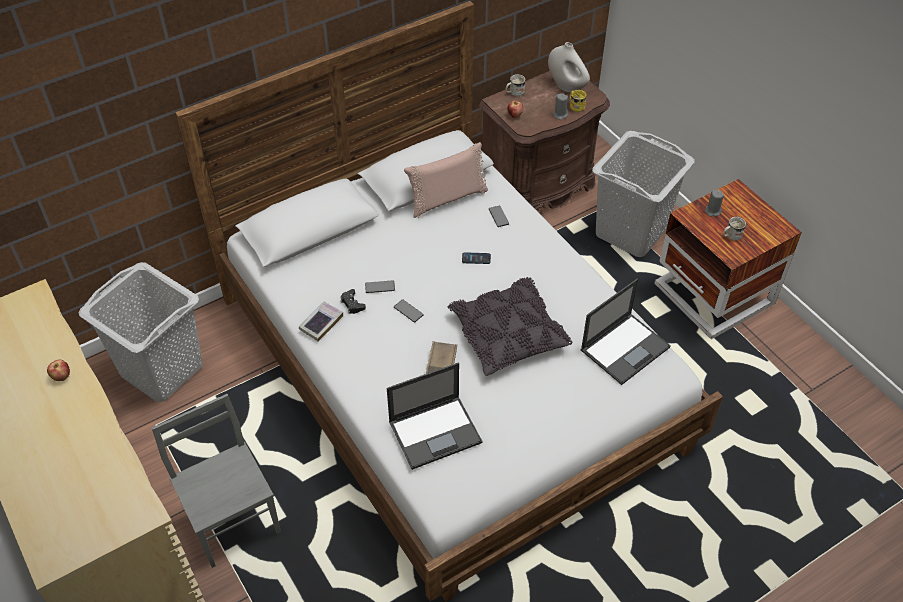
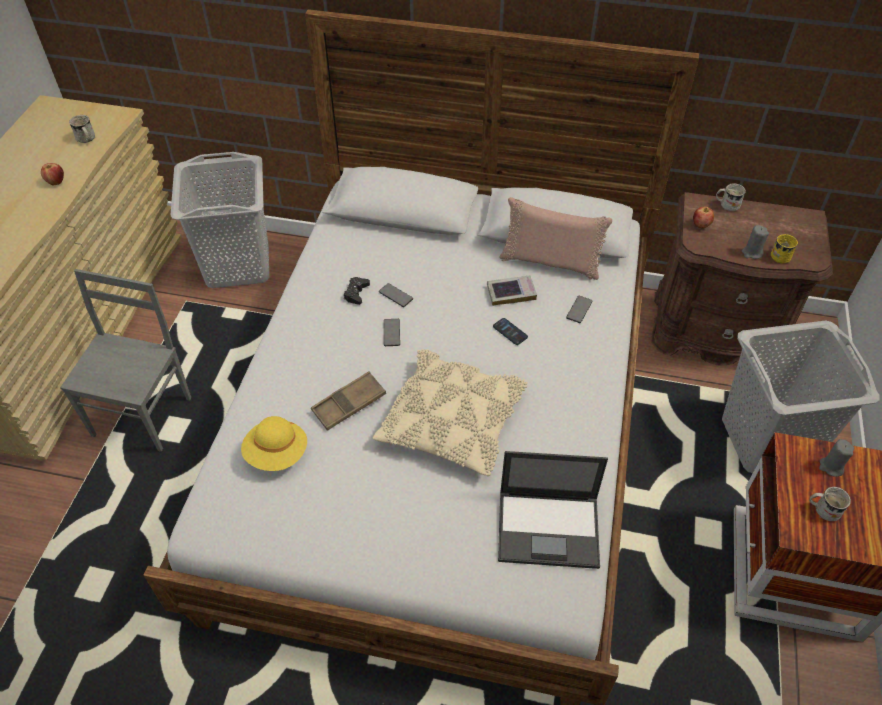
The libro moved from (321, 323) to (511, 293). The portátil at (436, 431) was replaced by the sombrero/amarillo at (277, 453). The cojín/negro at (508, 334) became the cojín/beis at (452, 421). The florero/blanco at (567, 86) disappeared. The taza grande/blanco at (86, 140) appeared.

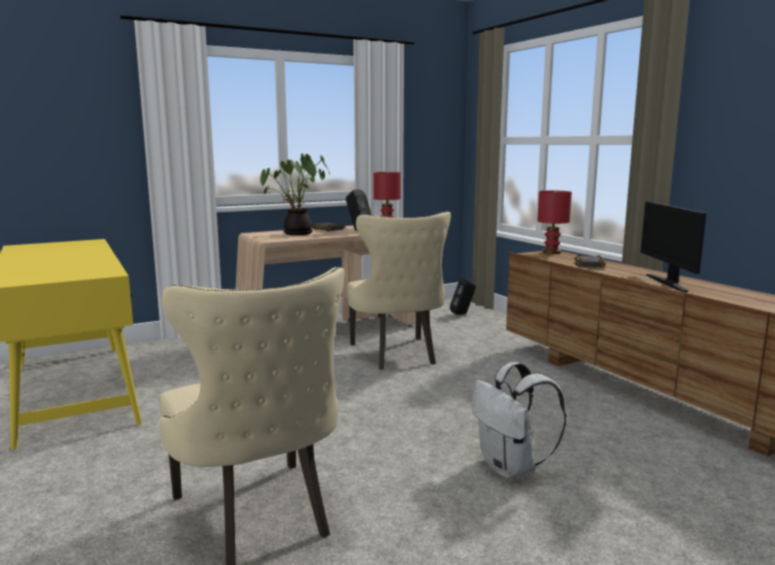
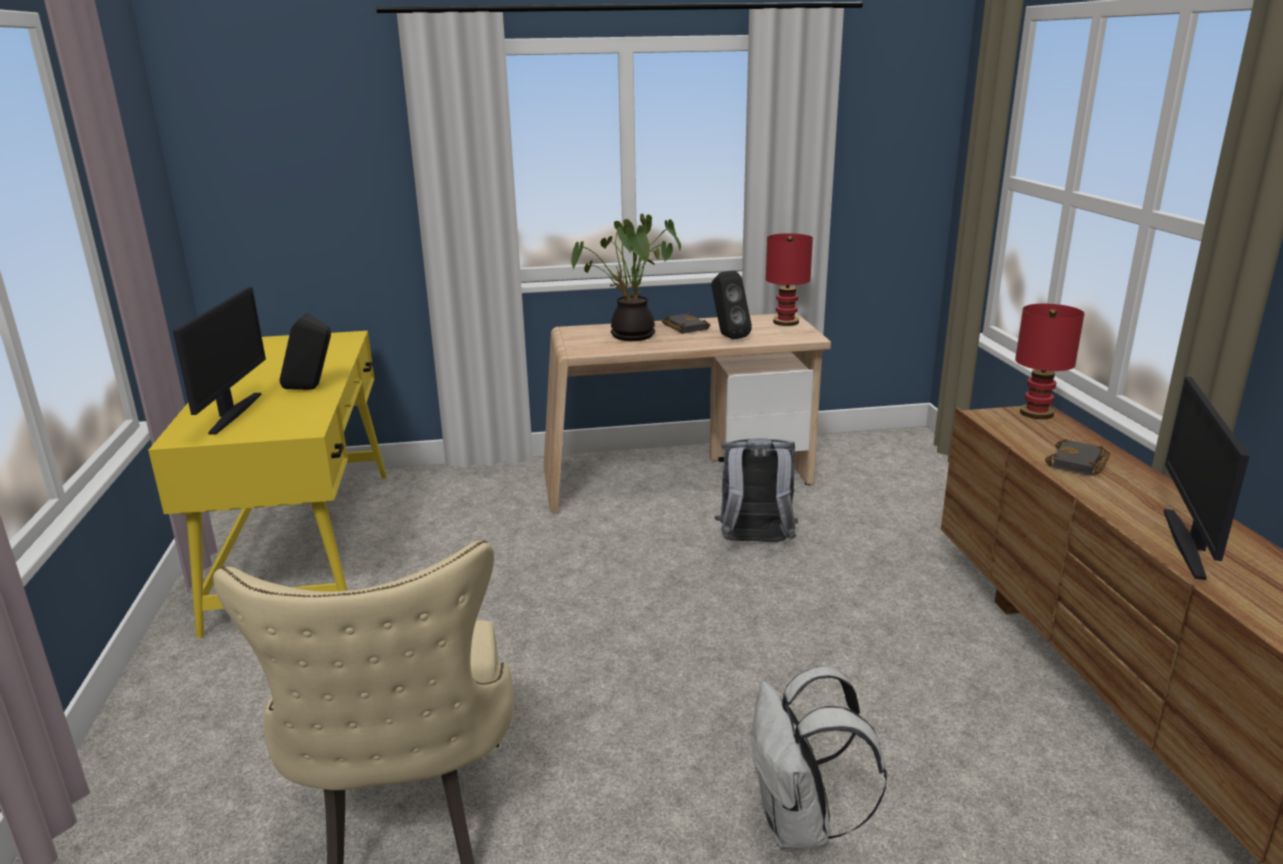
The silla/beis at (397, 354) was replaced by the mochila/gris at (755, 544). The altavoz/negro moved from (463, 314) to (311, 389). The monitor at (232, 413) appeared.

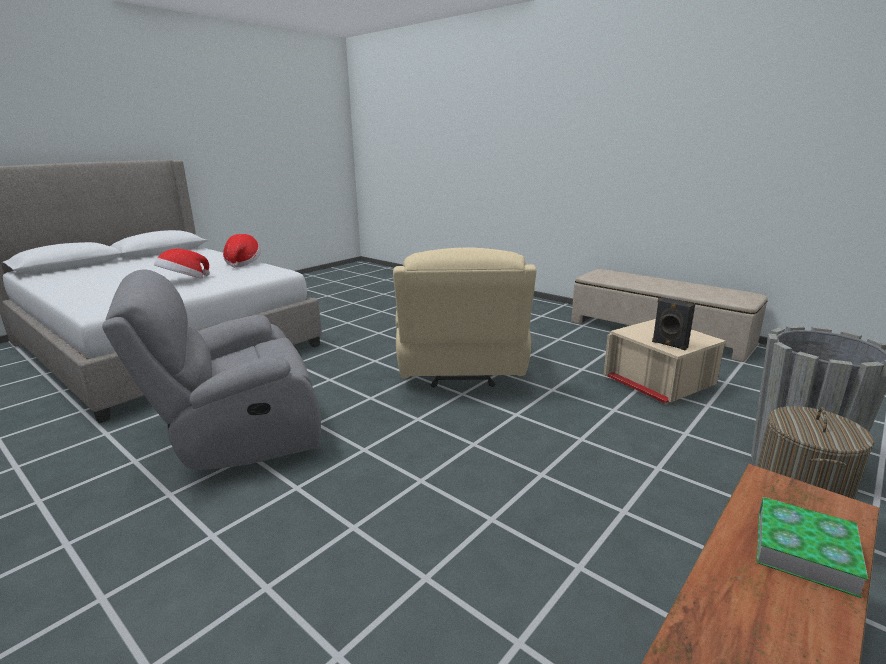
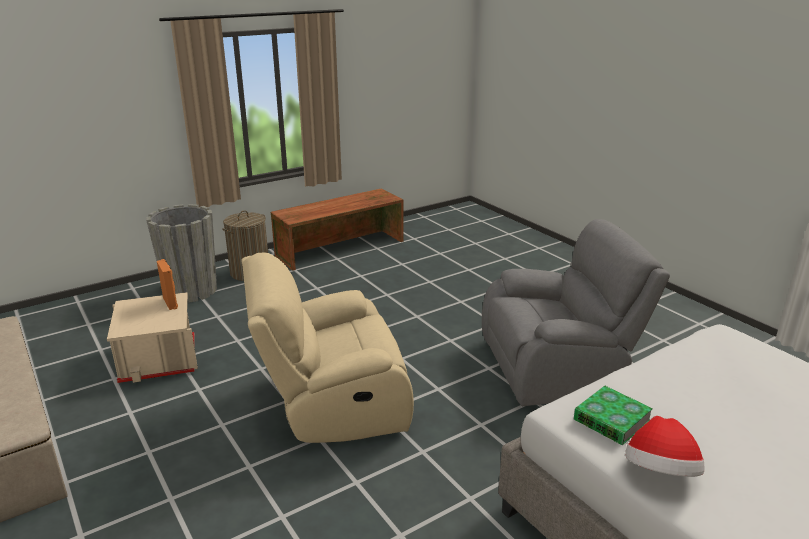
The sombrero at (184, 281) disappeared. The sillón/beis at (461, 374) turned 120 degrees counterclockwise. The altavoz/negro at (669, 345) became the altavoz/naranja at (171, 303). The libro moved from (804, 550) to (611, 420).

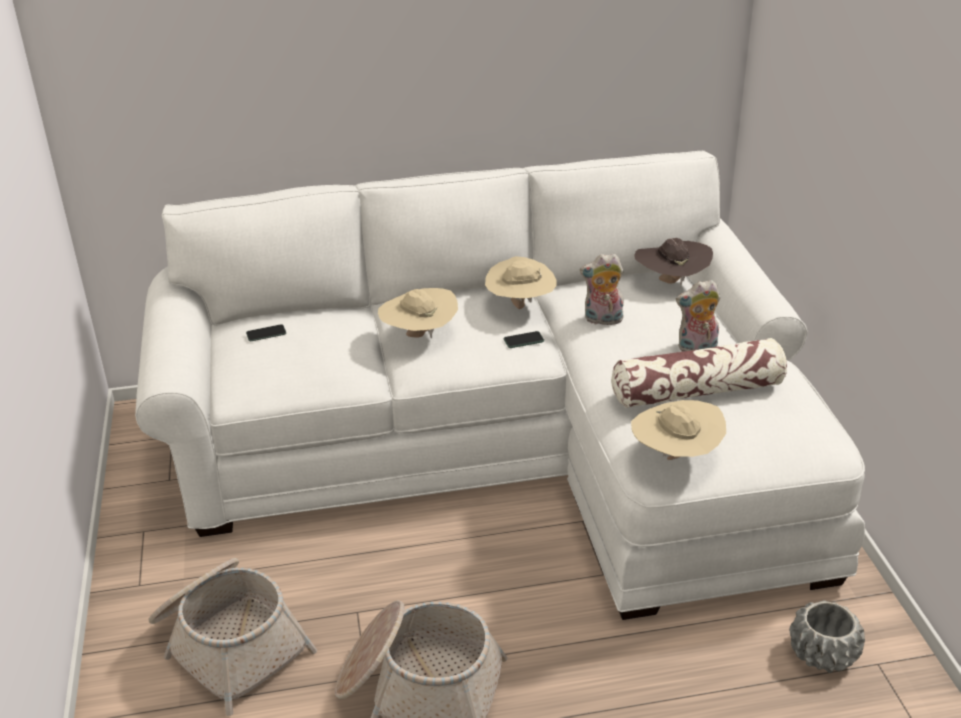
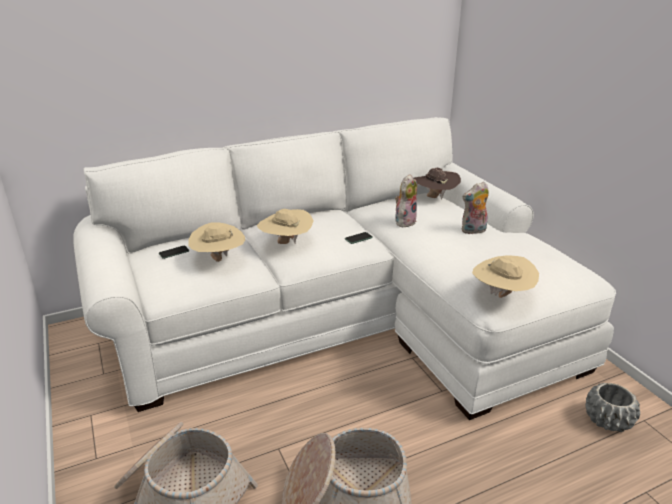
The sombrero/beis moved from (520, 306) to (219, 259). The peluche at (602, 320) turned 135 degrees clockwise. The cojín at (697, 391) disappeared.

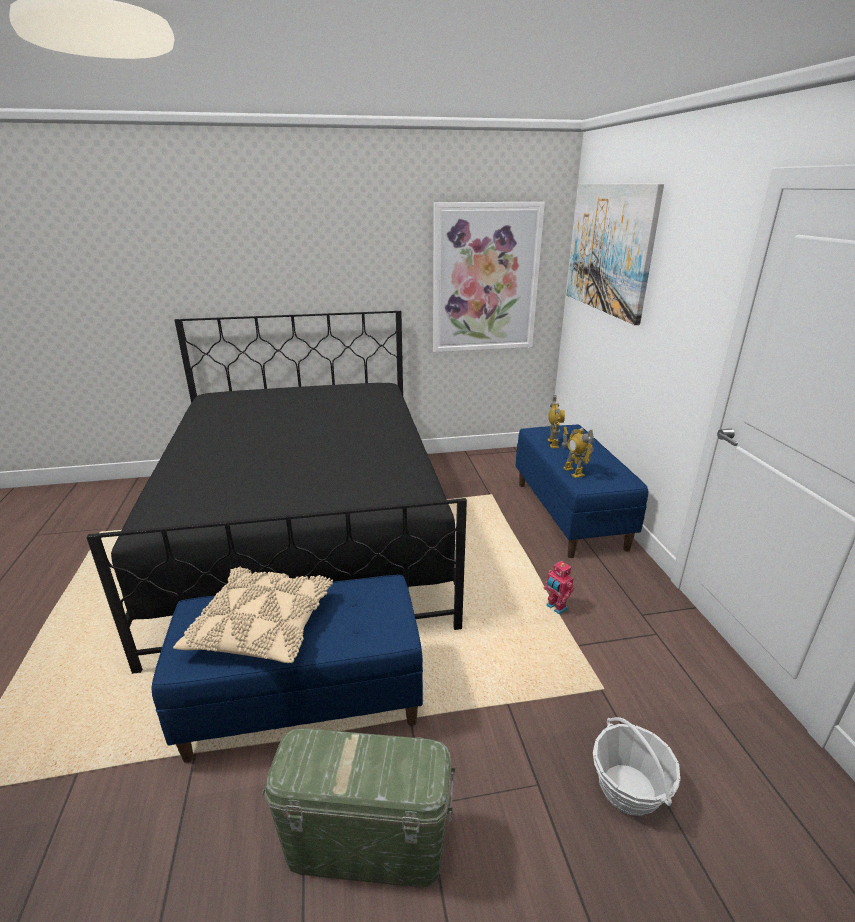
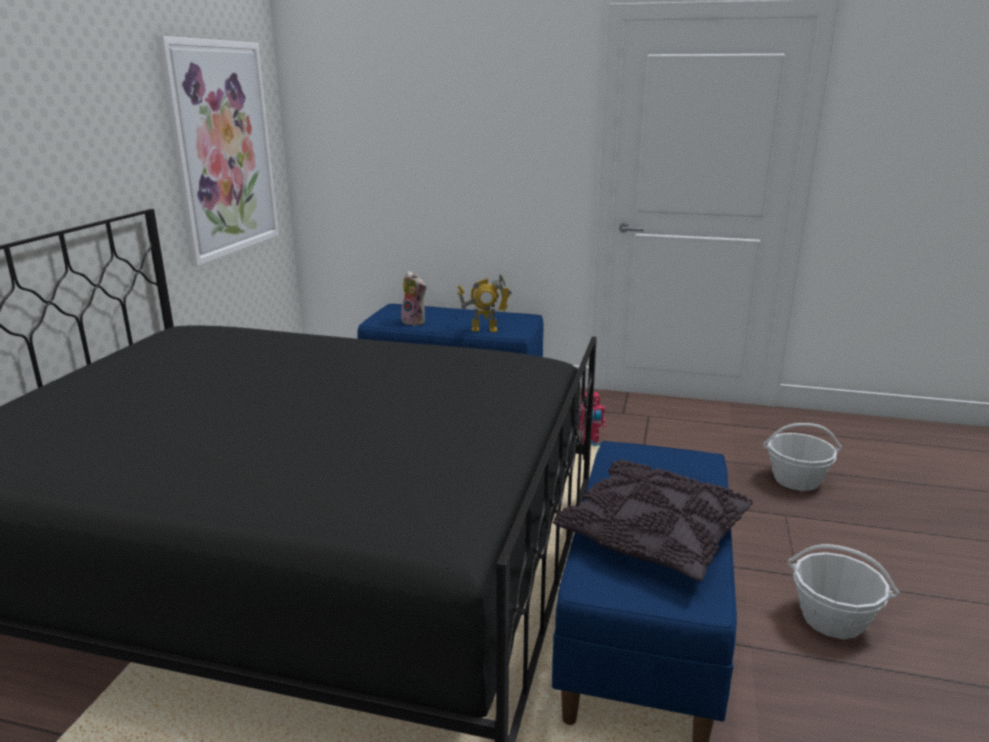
The cojín/beis at (262, 626) became the cojín/negro at (652, 534). The caja de almacenaje/verde at (365, 843) was replaced by the cesta at (832, 619). The robot de juguete at (553, 443) was replaced by the peluche at (415, 322). The cuadro at (609, 249) disappeared.

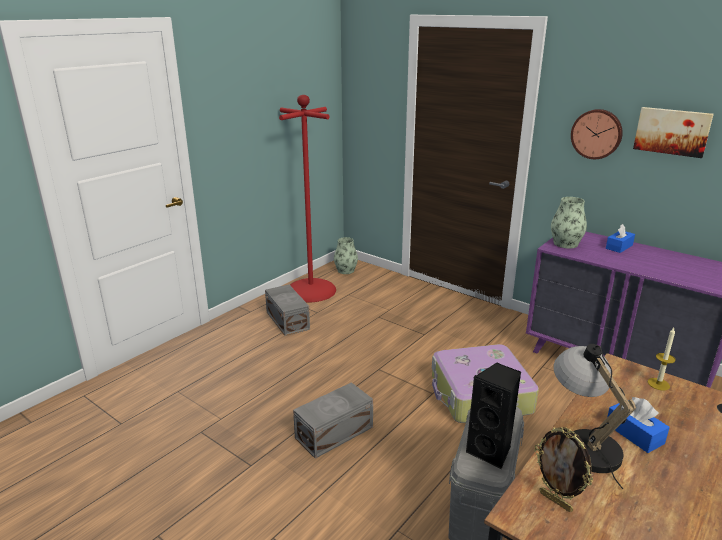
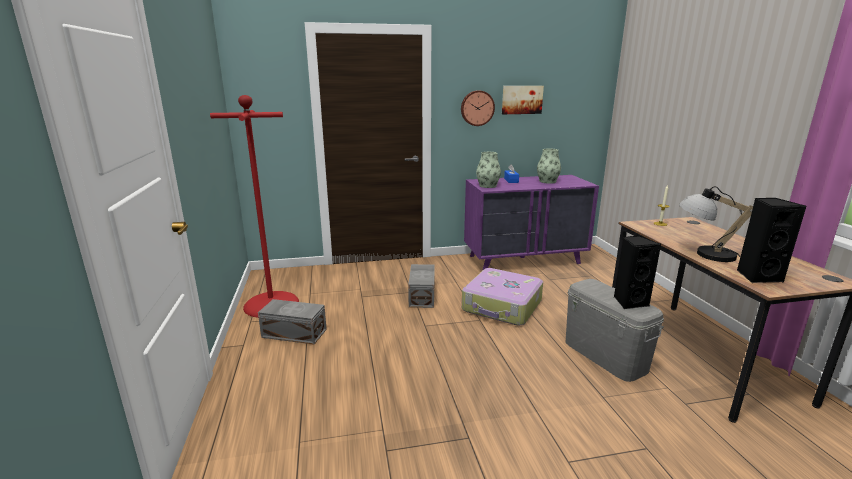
The caja de almacenaje/gris moved from (336, 433) to (422, 295). The florero moved from (346, 270) to (547, 181). The portarretratos at (556, 501) was replaced by the altavoz/negro at (757, 276). The caja de pañuelos/azul at (634, 433) disappeared.

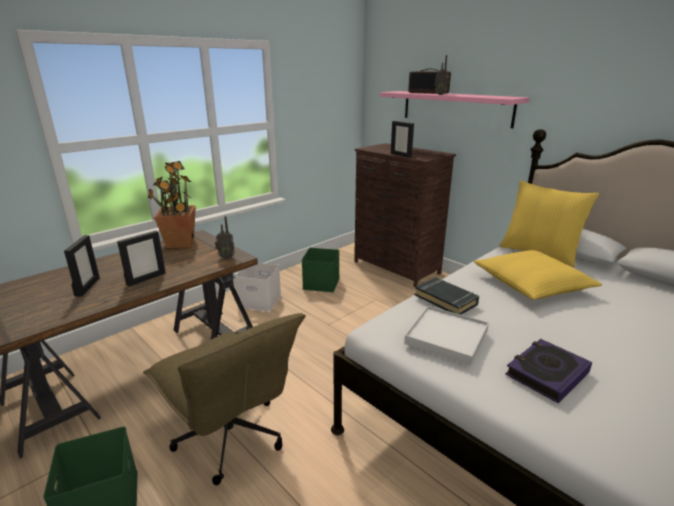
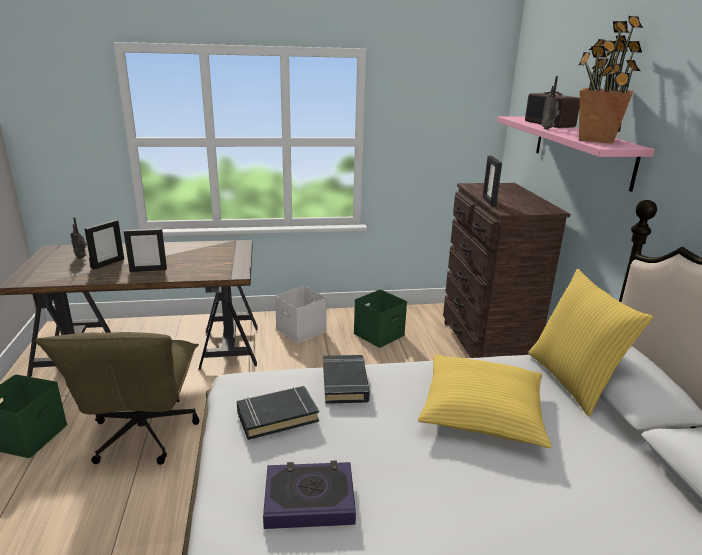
The planta en maceta moved from (180, 243) to (595, 139). The radio moved from (226, 257) to (81, 257). The bandeja/blanco at (446, 337) was replaced by the libro/negro at (277, 416).

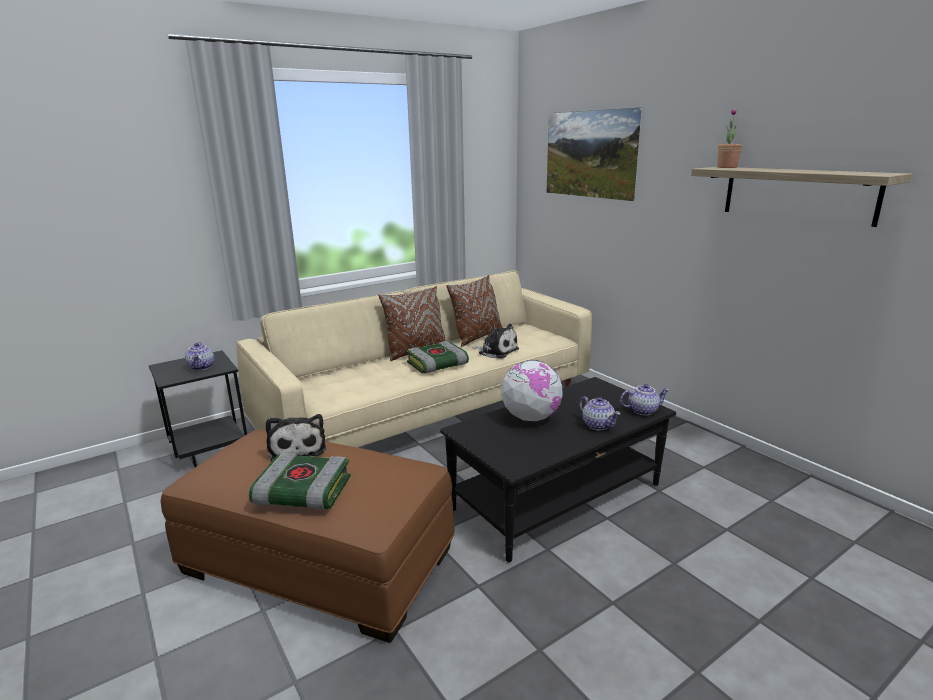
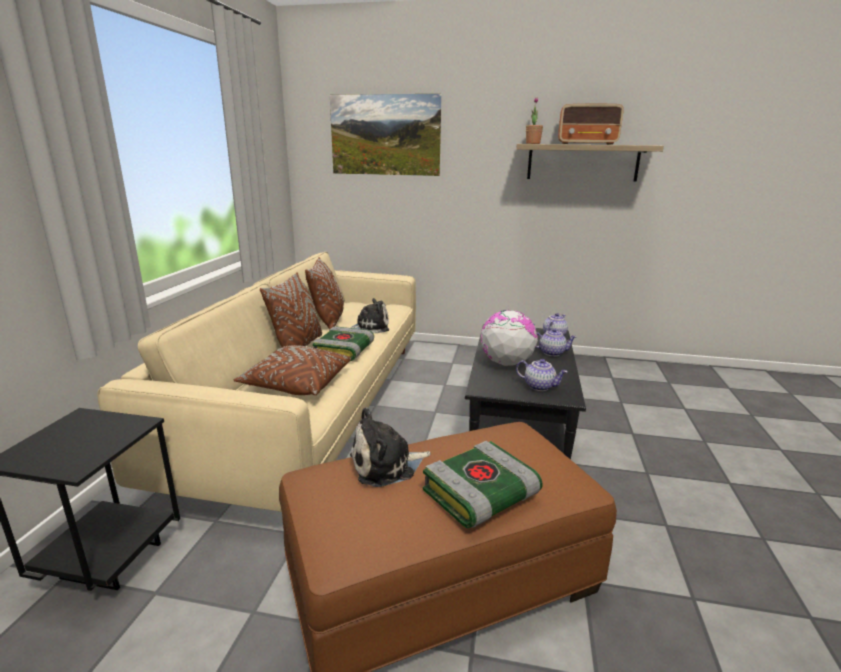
The tetera moved from (202, 367) to (539, 386). The peluche at (297, 448) turned 135 degrees clockwise. The cojín/marrón at (297, 384) appeared. The radio at (587, 144) appeared.

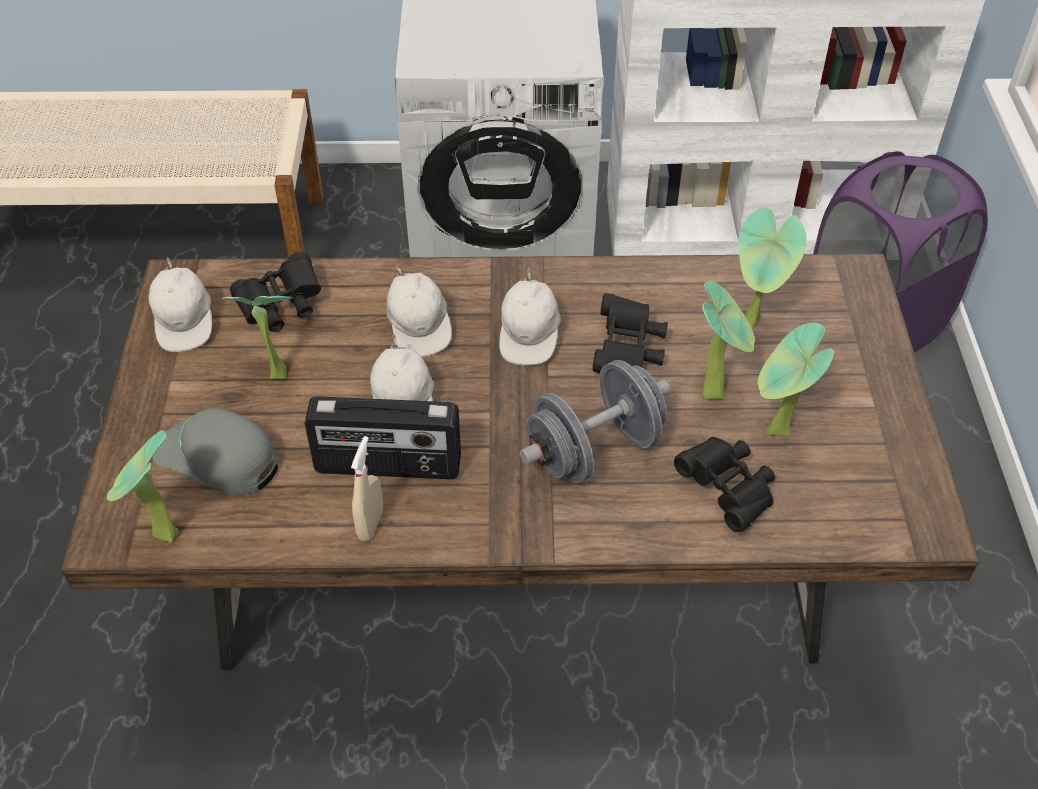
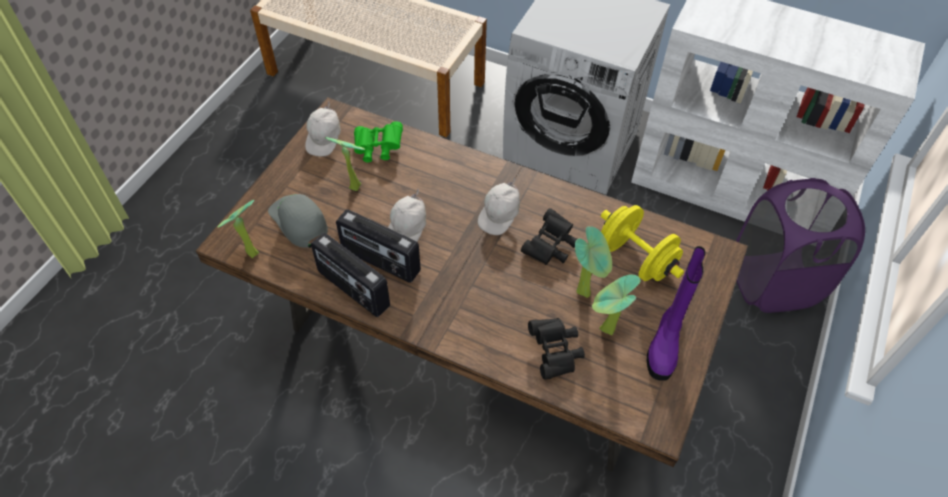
The prismáticos/negro at (281, 307) became the prismáticos/verde at (378, 149). The pulverizador/beis at (370, 524) was replaced by the radio at (352, 290). The gorra/blanco at (419, 327) disappeared. The mancuerna/gris at (594, 450) disappeared. The planta en maceta at (754, 323) was replaced by the mancuerna/amarillo at (636, 259). The bota/morado at (664, 344) appeared.

